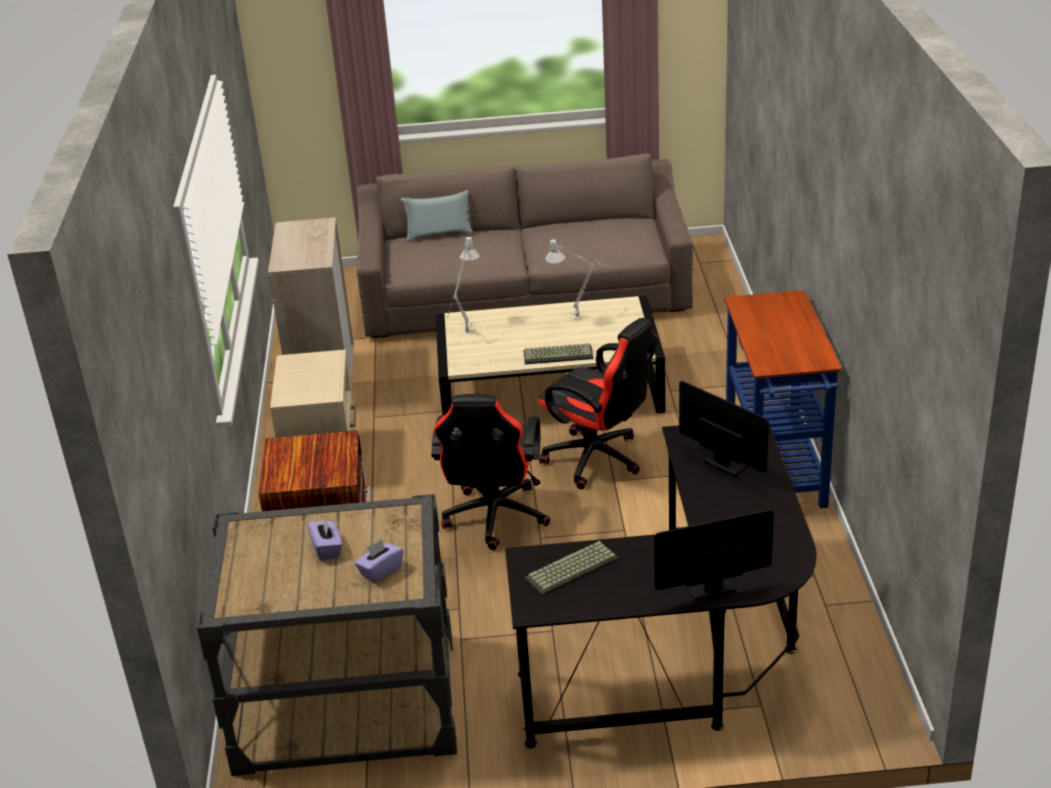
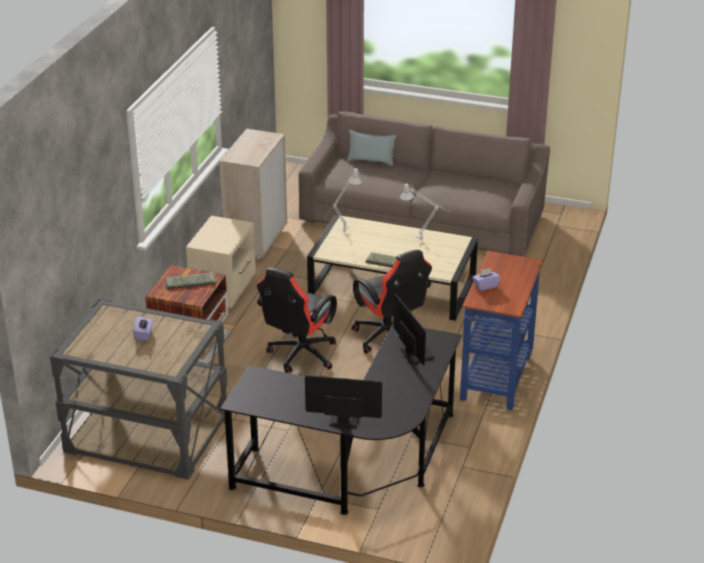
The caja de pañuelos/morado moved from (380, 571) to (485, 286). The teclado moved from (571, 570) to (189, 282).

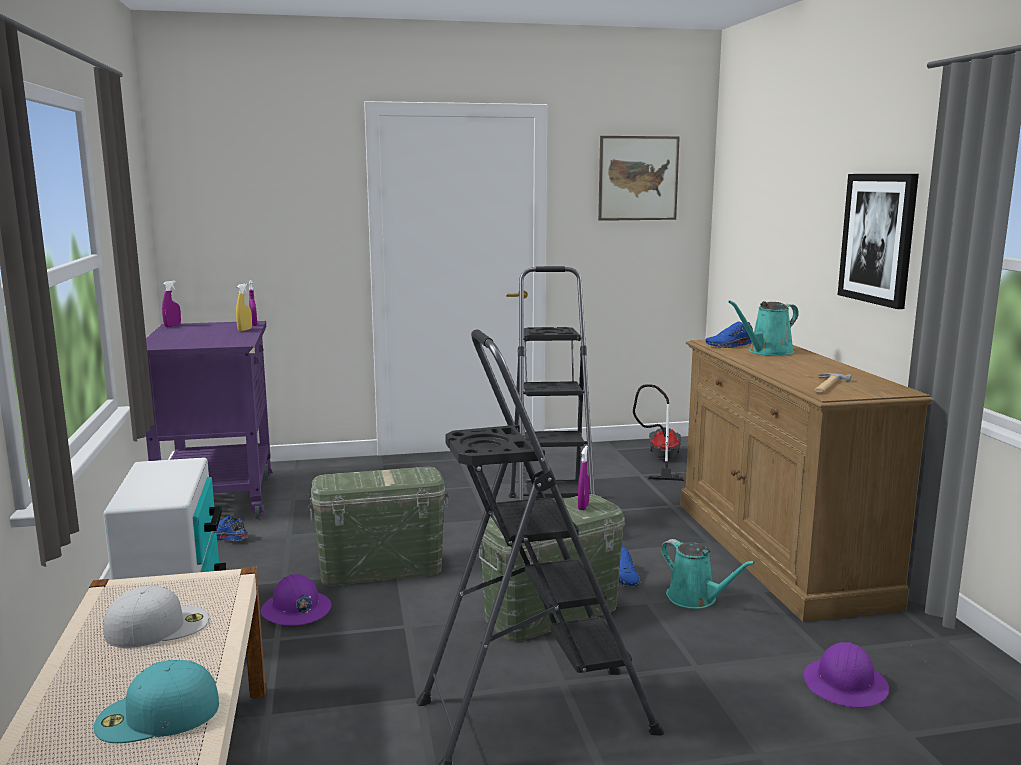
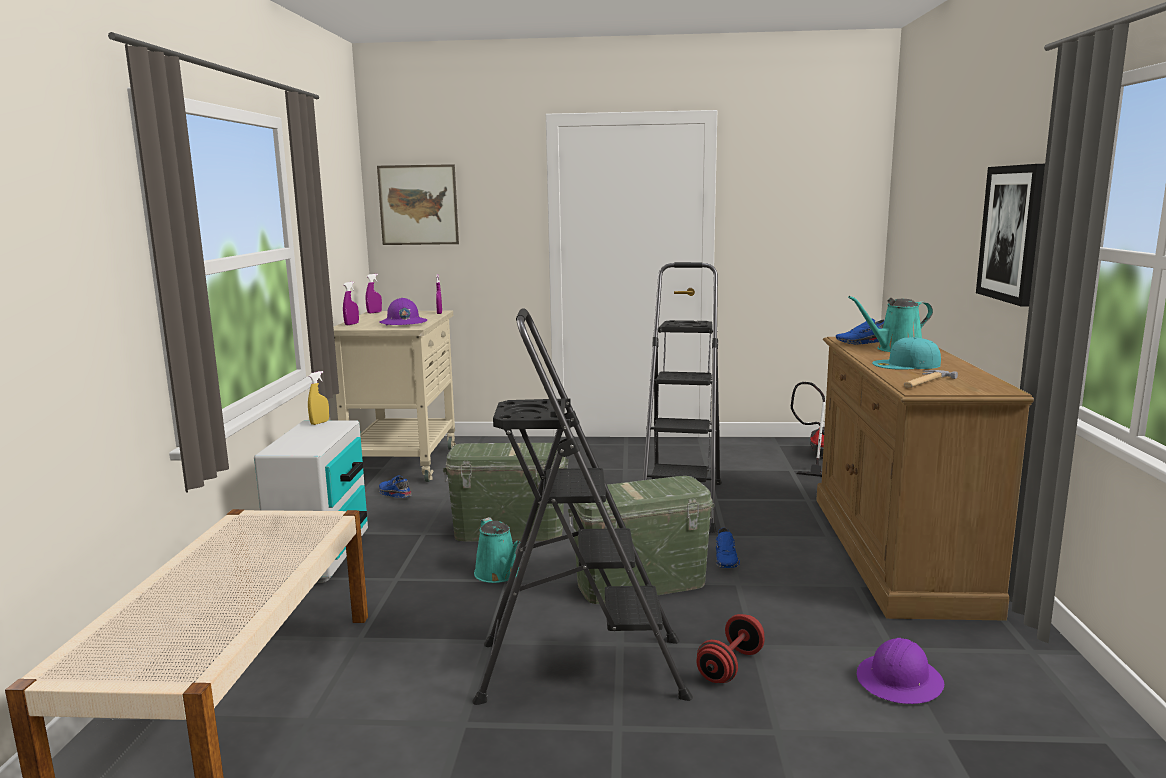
The gorra/turquesa moved from (156, 715) to (905, 364). The gorra/blanco at (158, 626) disappeared. The carrito/morado at (219, 499) became the carrito/beis at (404, 464). The pulverizador/amarillo moved from (245, 330) to (319, 422). The casco/morado moved from (296, 610) to (403, 323). The pulverizador/morado moved from (583, 506) to (351, 324). The cuadro moved from (638, 178) to (418, 205). The regadera/turquesa moved from (695, 599) to (499, 574). The mancuerna/rojo at (730, 666) appeared.

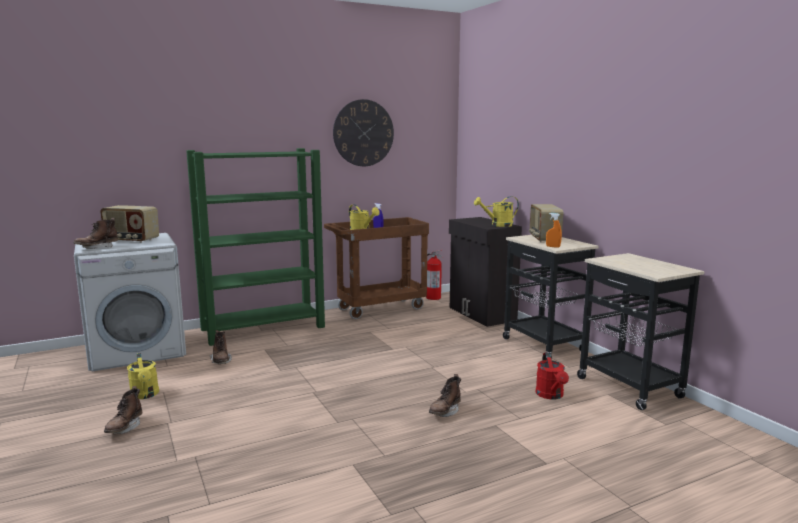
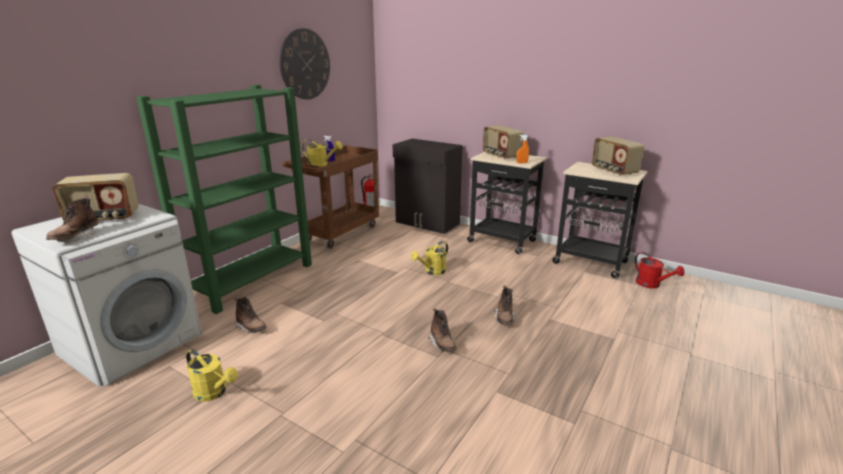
The bota/marrón moved from (124, 428) to (442, 344). The regadera/amarillo moved from (498, 225) to (432, 271). The regadera/rojo moved from (551, 395) to (652, 285). The radio at (613, 171) appeared.

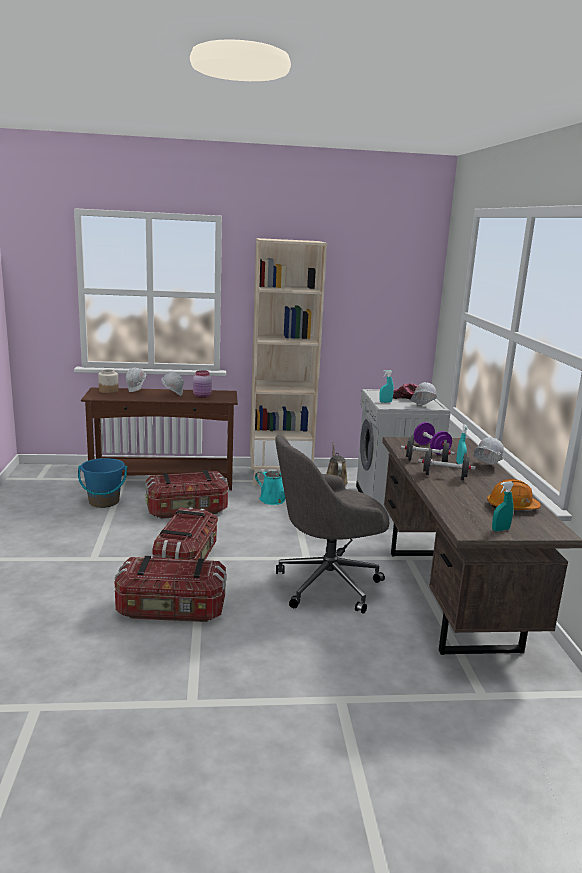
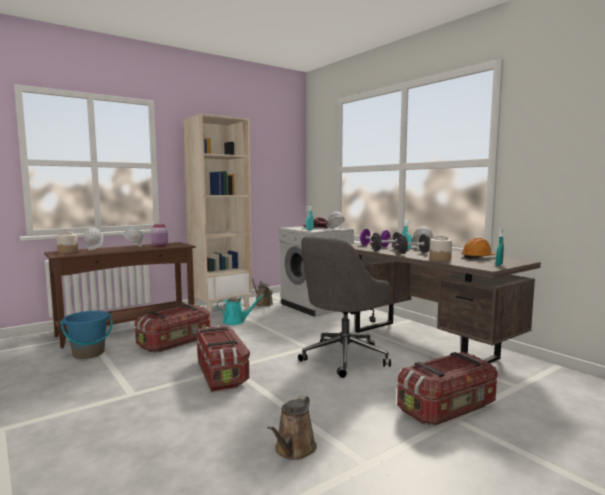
The caja de almacenaje moved from (171, 610) to (448, 408). The regadera/marrón at (293, 450) appeared. The tarro at (440, 259) appeared.

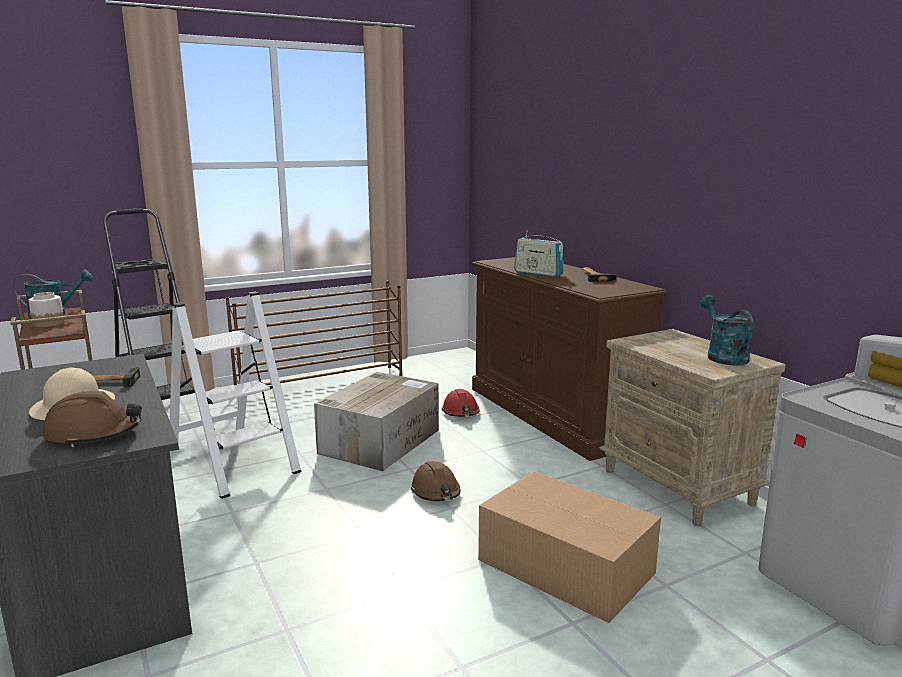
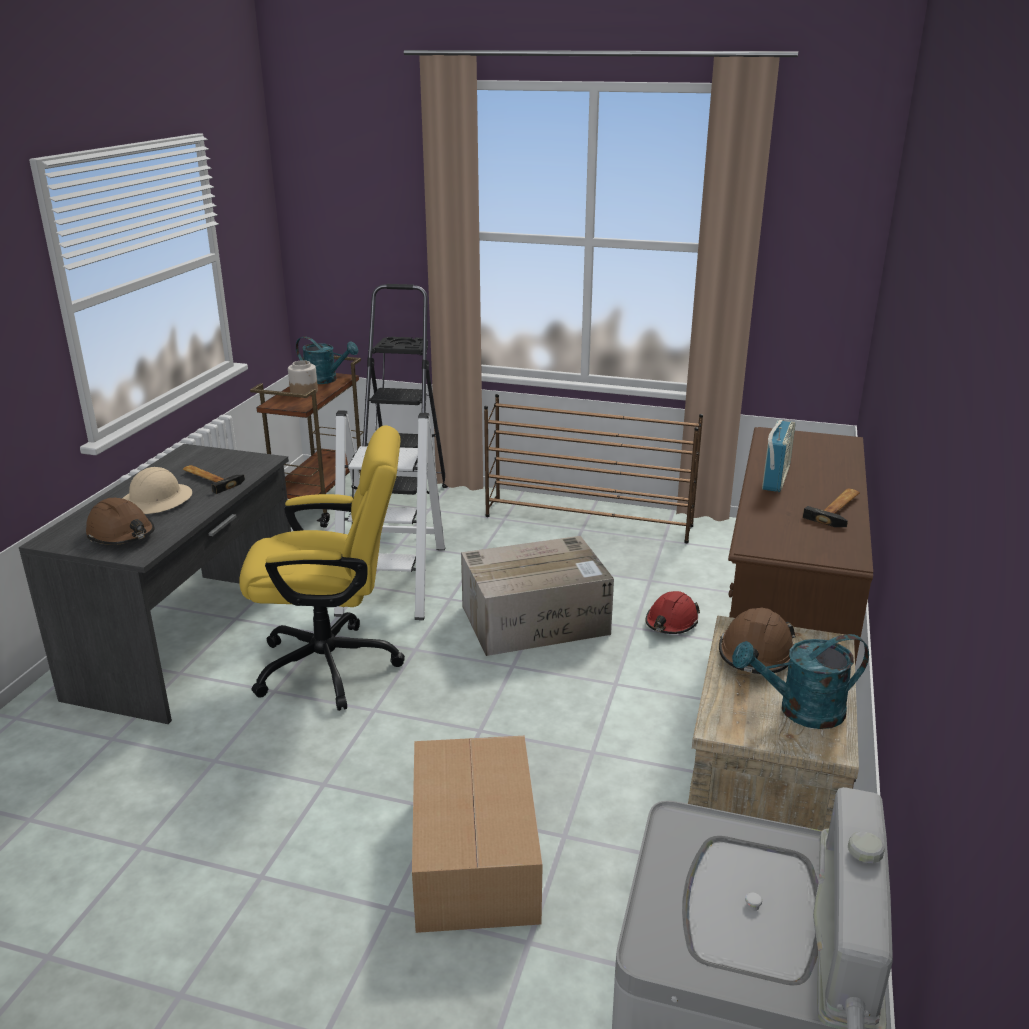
The casco/marrón moved from (436, 492) to (756, 655). The radio at (538, 273) turned 150 degrees counterclockwise. The regadera/turquesa at (723, 356) turned 135 degrees counterclockwise. The silla de oficina/amarillo at (335, 666) appeared.

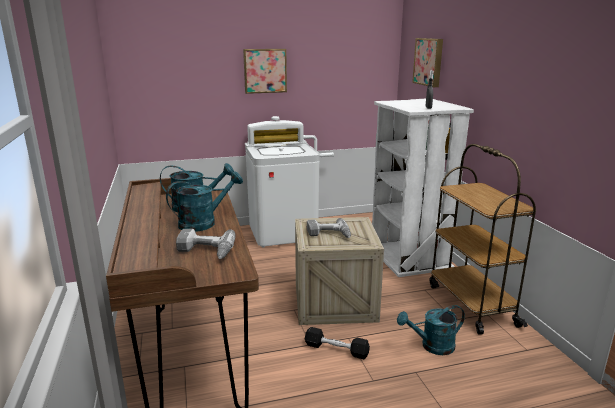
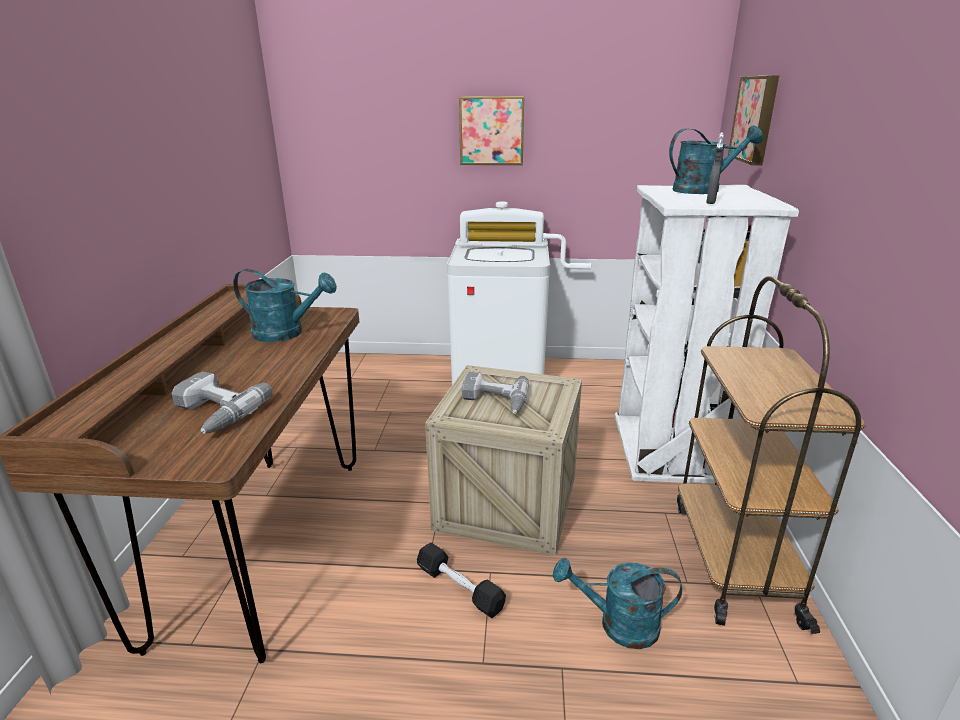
The regadera/turquesa moved from (204, 223) to (703, 190).

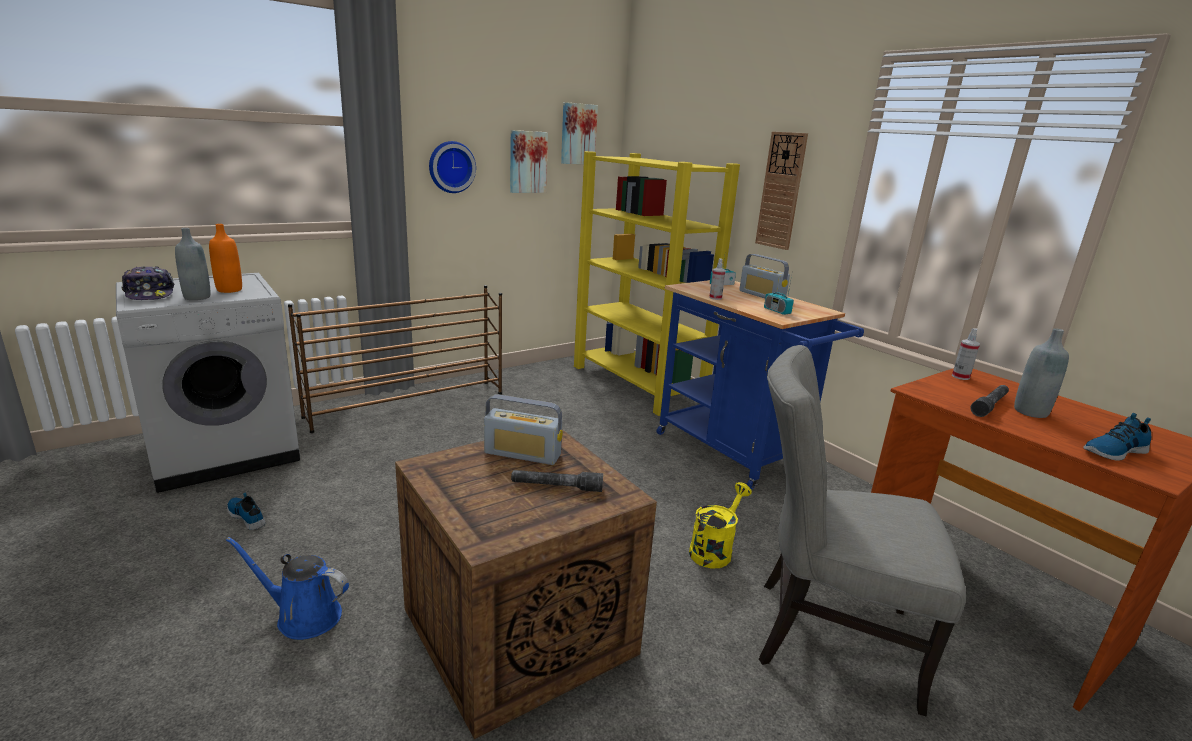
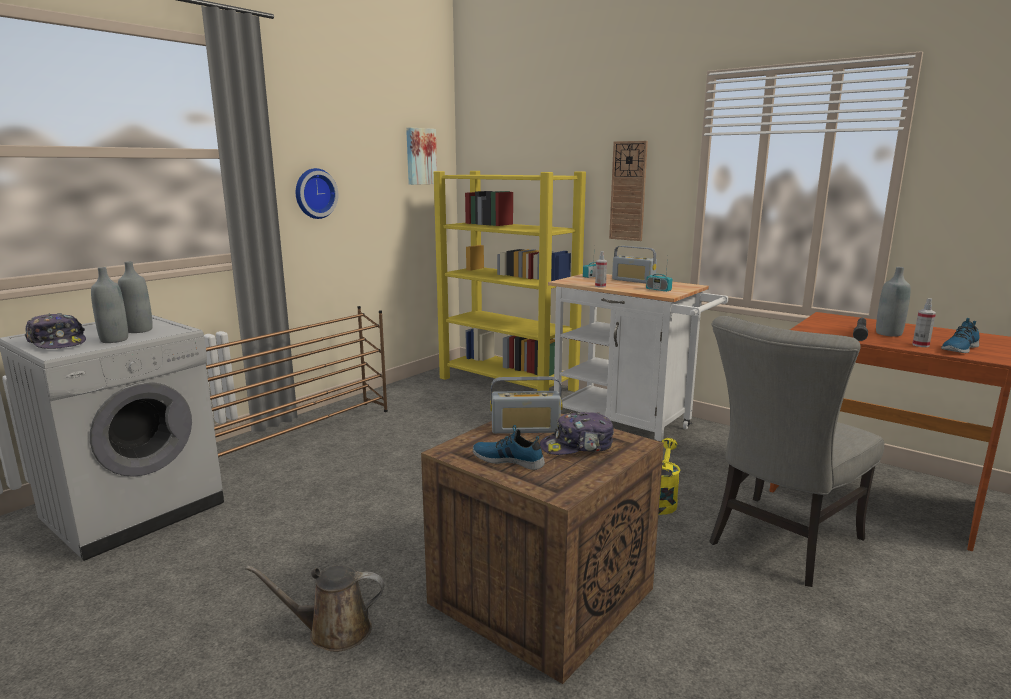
The botella/naranja at (229, 290) became the botella/gris at (139, 330). The regadera/azul at (303, 616) became the regadera/marrón at (333, 631). The zapato moved from (247, 516) to (508, 459). The cuadro at (527, 162) disappeared. The linterna/gris at (556, 487) was replaced by the gorra at (577, 446). The carrito/azul at (736, 455) became the carrito/blanco at (628, 426). The silla/gris at (823, 635) turned 45 degrees counterclockwise. The pulverizador moved from (960, 377) to (920, 345).

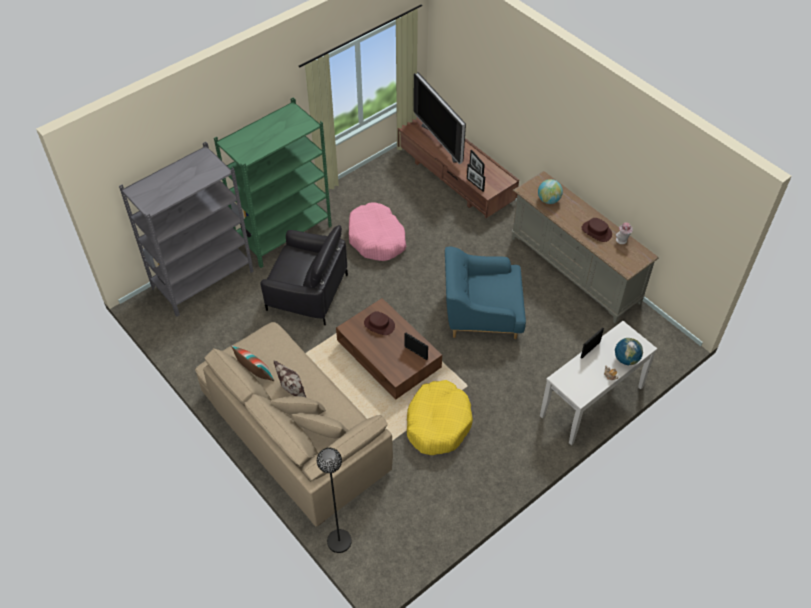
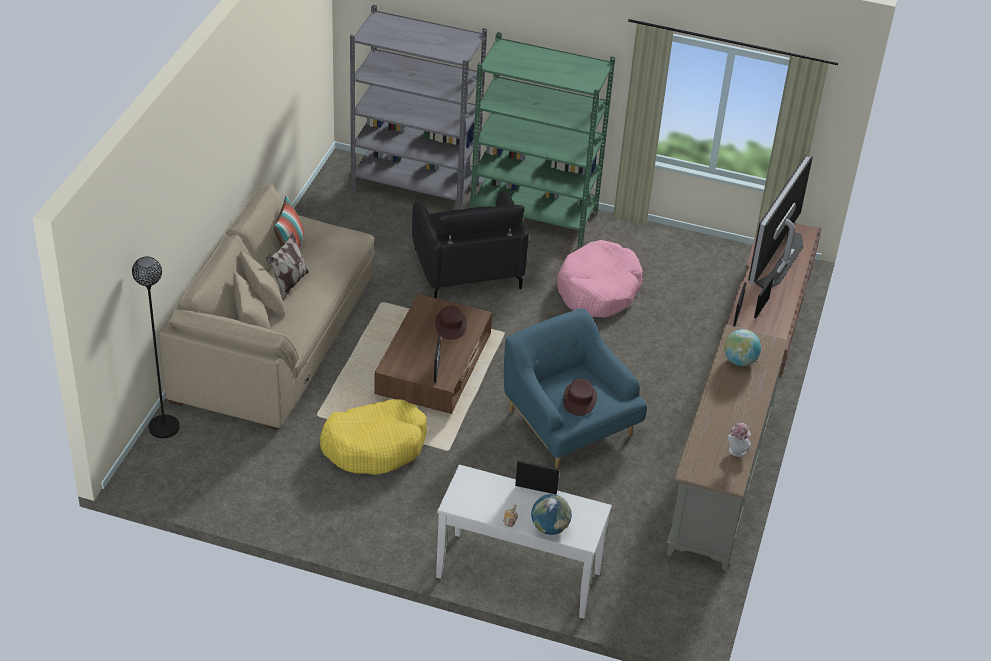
The sombrero/marrón moved from (596, 231) to (579, 399).

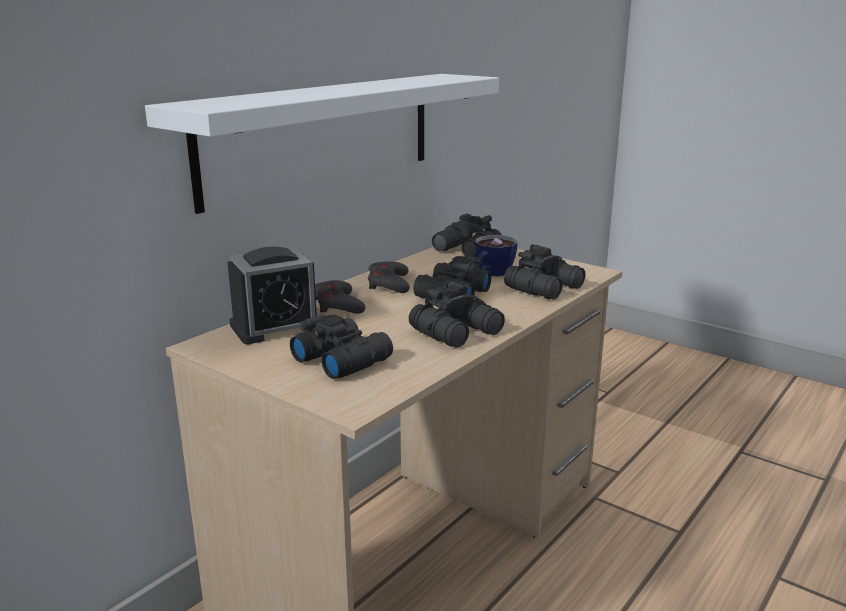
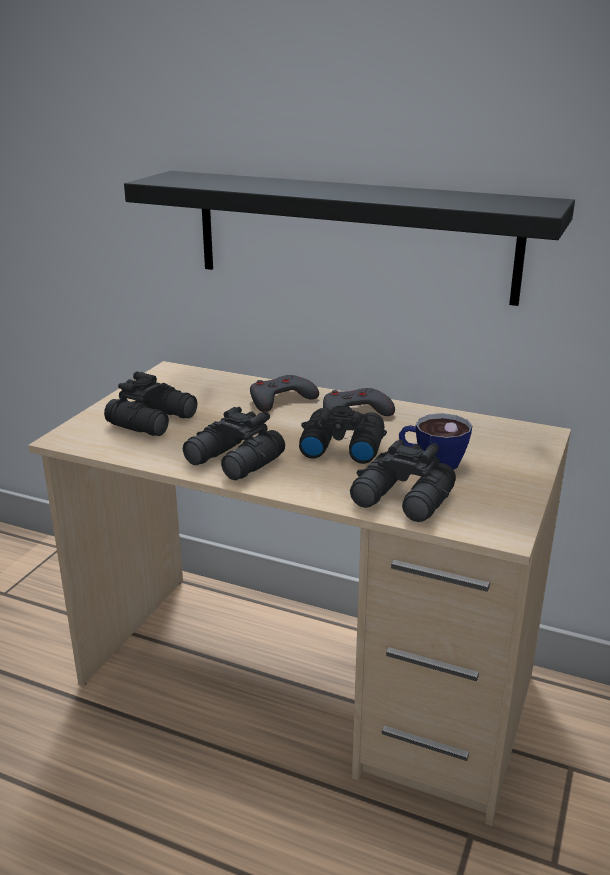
The estante/blanco at (323, 135) became the estante/negro at (352, 235). The despertador at (275, 327) disappeared. The prismáticos/negro at (467, 250) disappeared.

